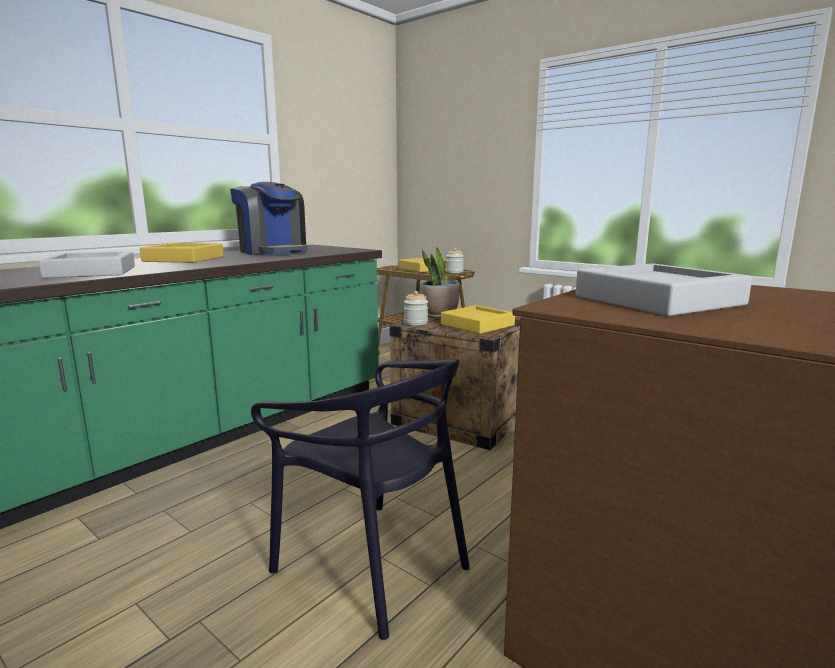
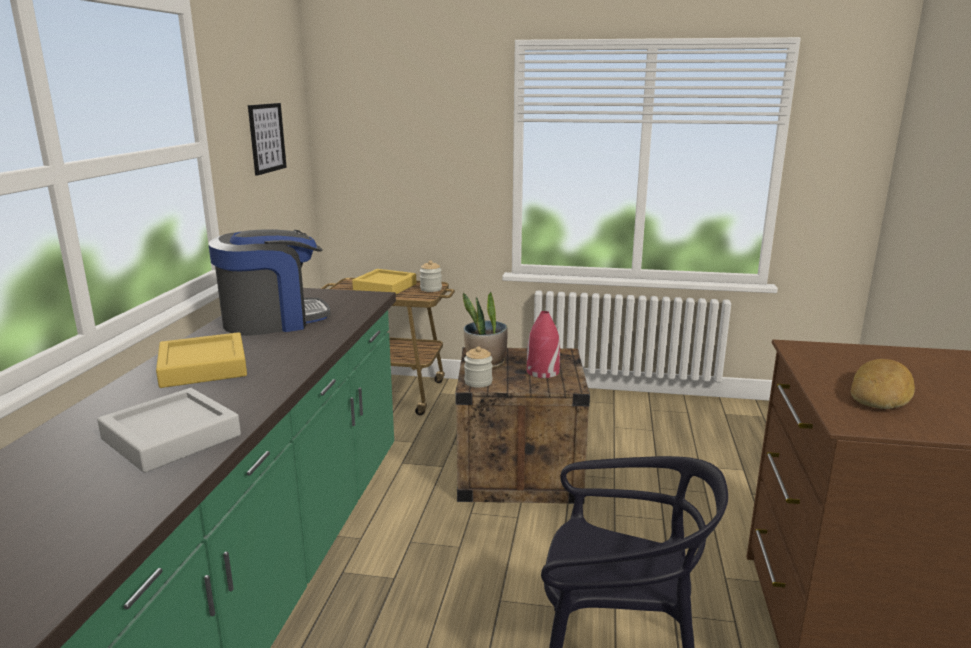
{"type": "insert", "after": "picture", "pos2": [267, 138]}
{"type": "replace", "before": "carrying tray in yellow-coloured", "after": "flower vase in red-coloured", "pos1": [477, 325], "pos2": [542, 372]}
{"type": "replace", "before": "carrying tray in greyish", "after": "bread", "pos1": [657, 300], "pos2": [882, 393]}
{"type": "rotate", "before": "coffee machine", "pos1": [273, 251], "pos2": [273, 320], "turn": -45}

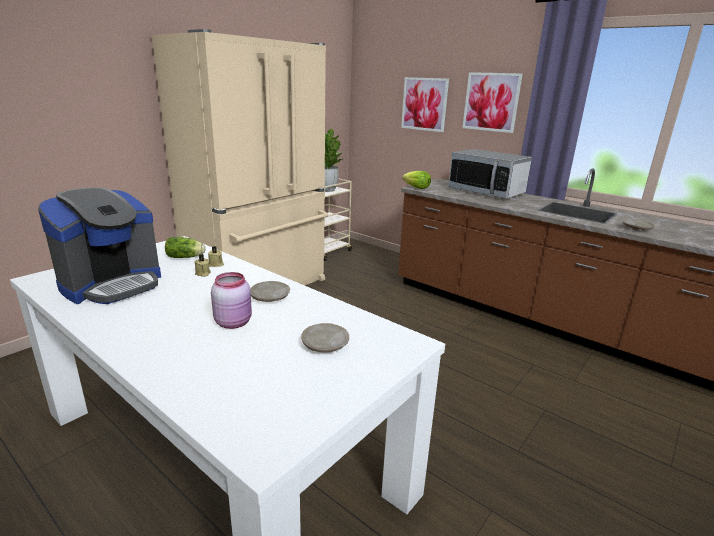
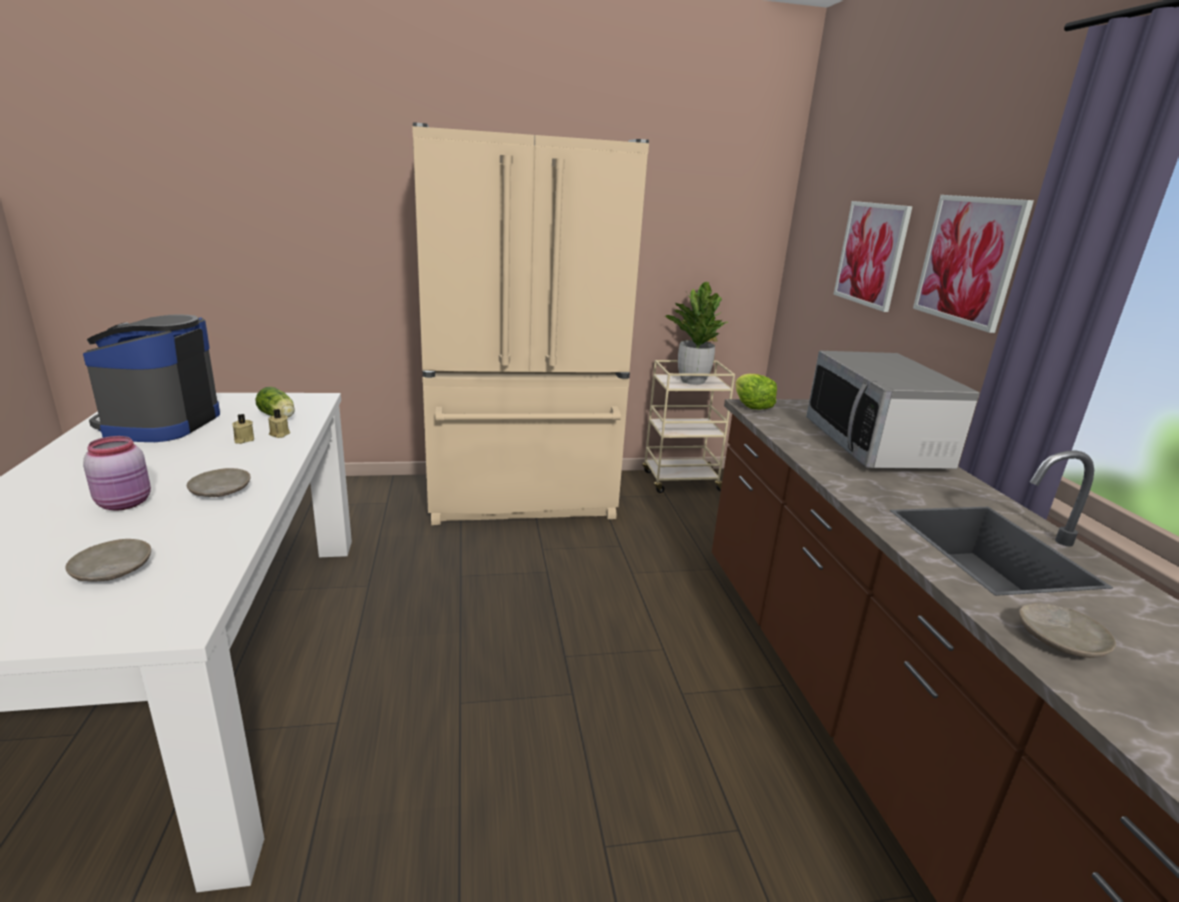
{"type": "rotate", "before": "coffee machine", "pos1": [112, 284], "pos2": [160, 423], "turn": 105}

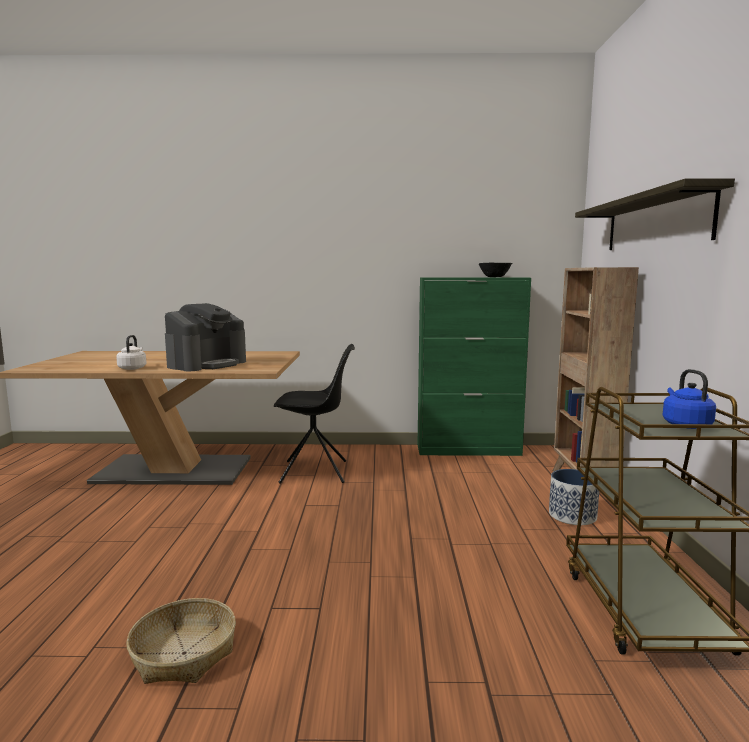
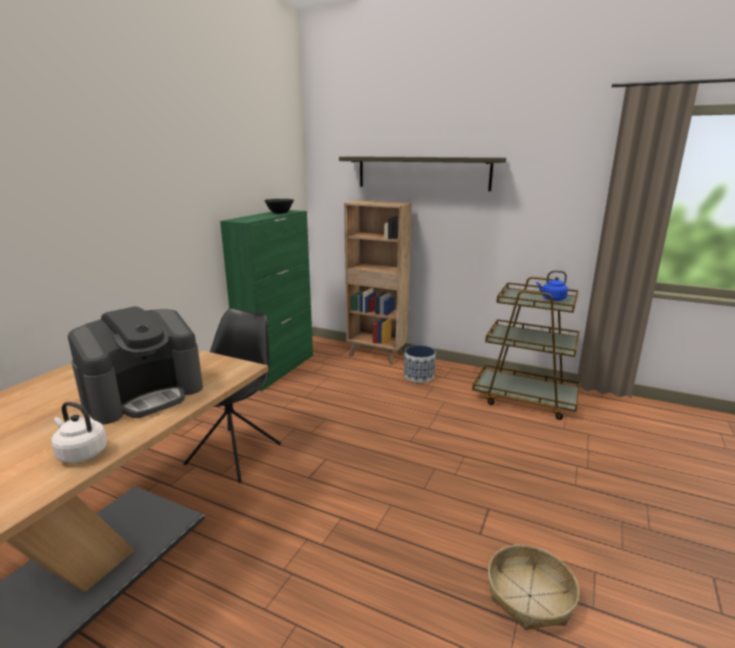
{"type": "rotate", "before": "coffee machine", "pos1": [207, 364], "pos2": [144, 395], "turn": 75}

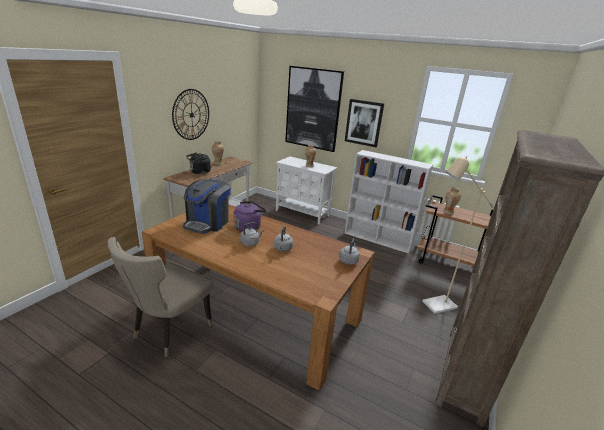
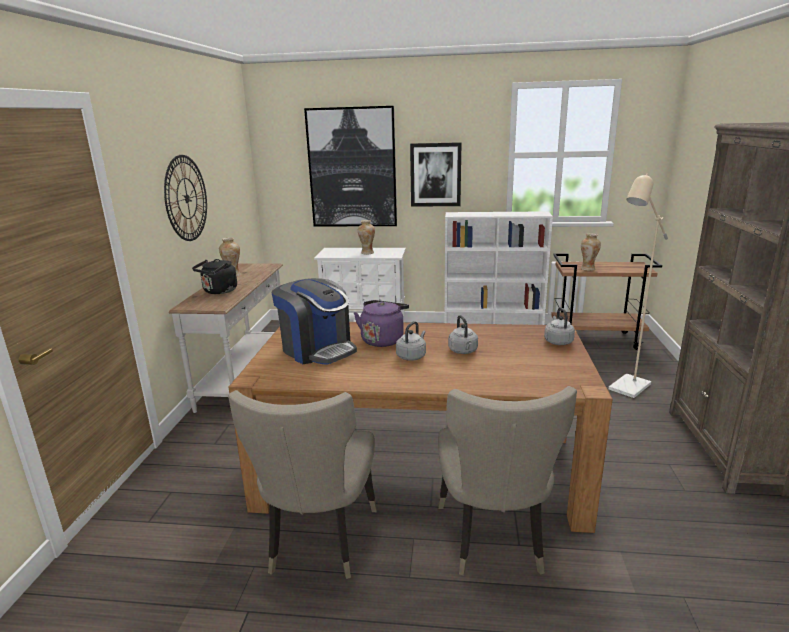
{"type": "insert", "after": "plain chair in beige", "pos2": [493, 540]}
{"type": "rotate", "before": "coffee machine", "pos1": [207, 223], "pos2": [317, 349], "turn": -45}

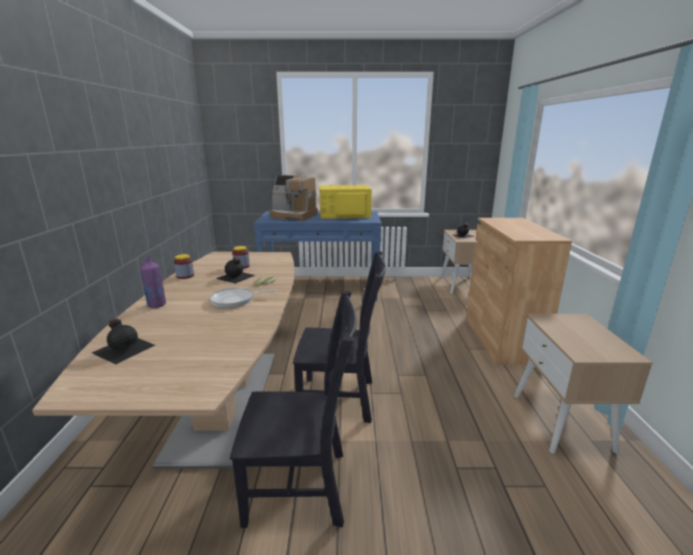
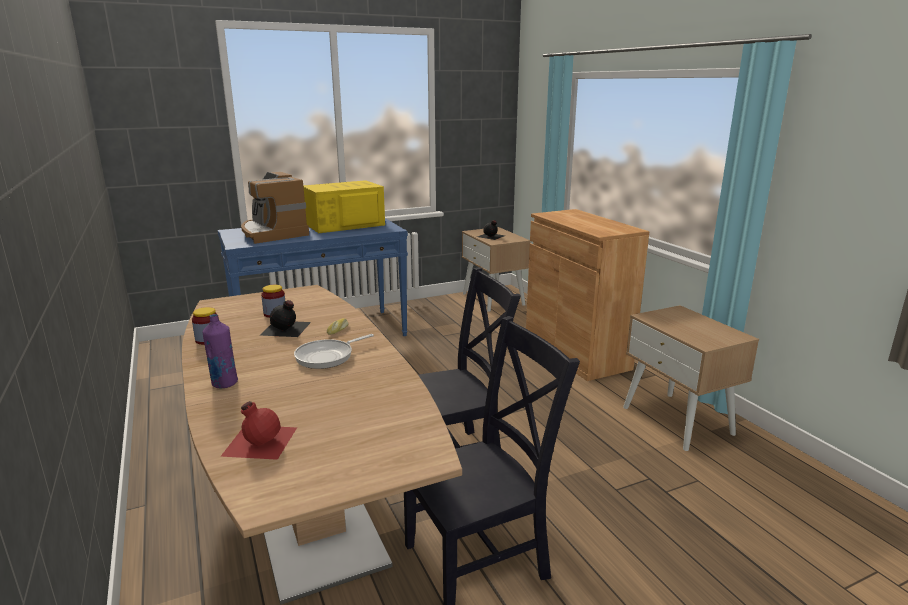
{"type": "recolor", "before": "drink bottle in black", "after": "drink bottle in red-coloured", "pos1": [124, 348], "pos2": [259, 440]}
{"type": "rotate", "before": "coffee machine", "pos1": [293, 216], "pos2": [272, 233], "turn": 60}

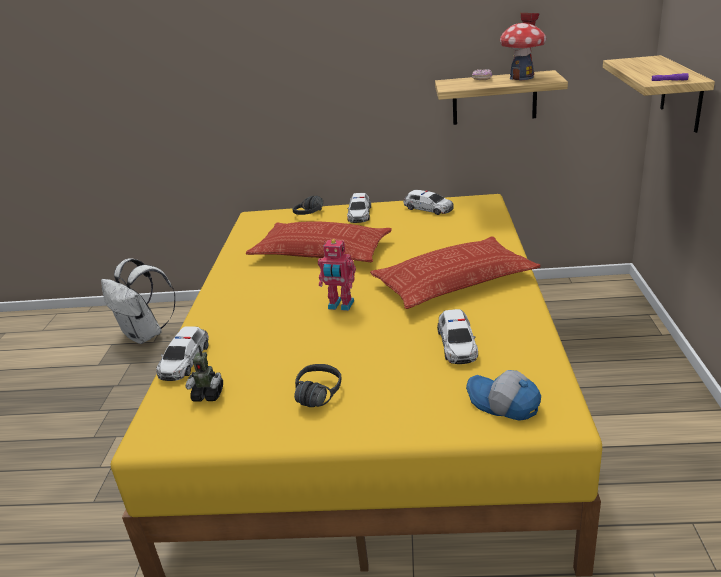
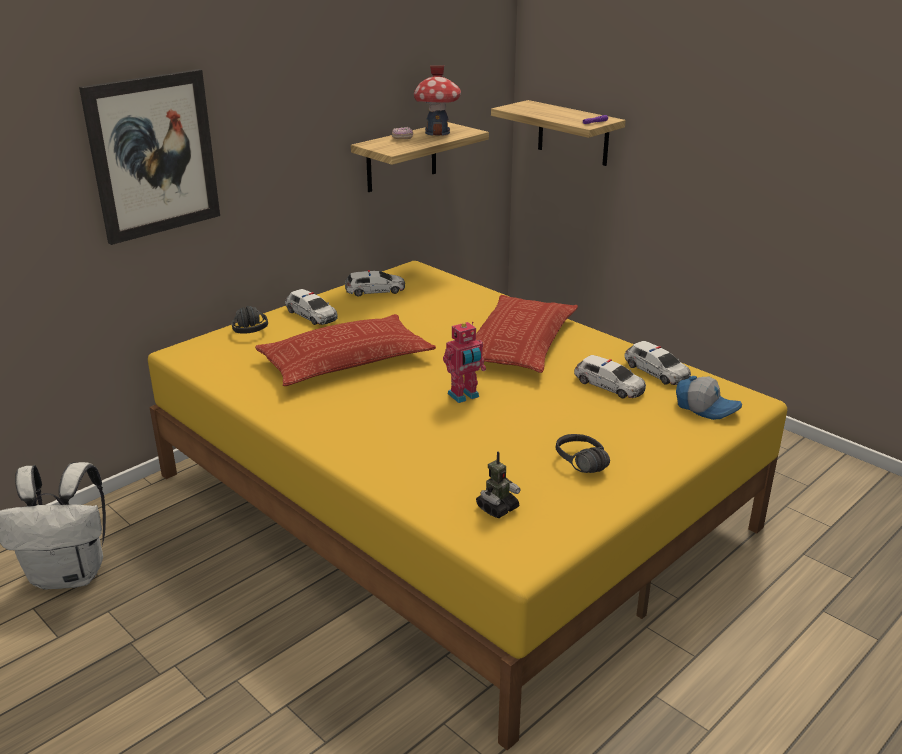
{"type": "insert", "after": "picture", "pos2": [153, 155]}
{"type": "move", "before": "miniature car", "pos1": [184, 361], "pos2": [657, 371]}
{"type": "rotate", "before": "baseball cap", "pos1": [503, 404], "pos2": [706, 408], "turn": -135}

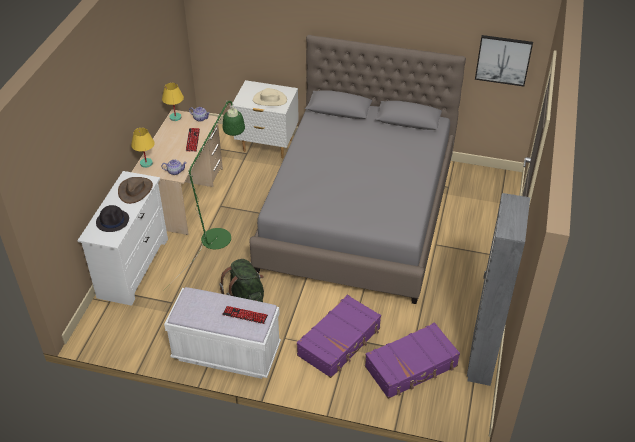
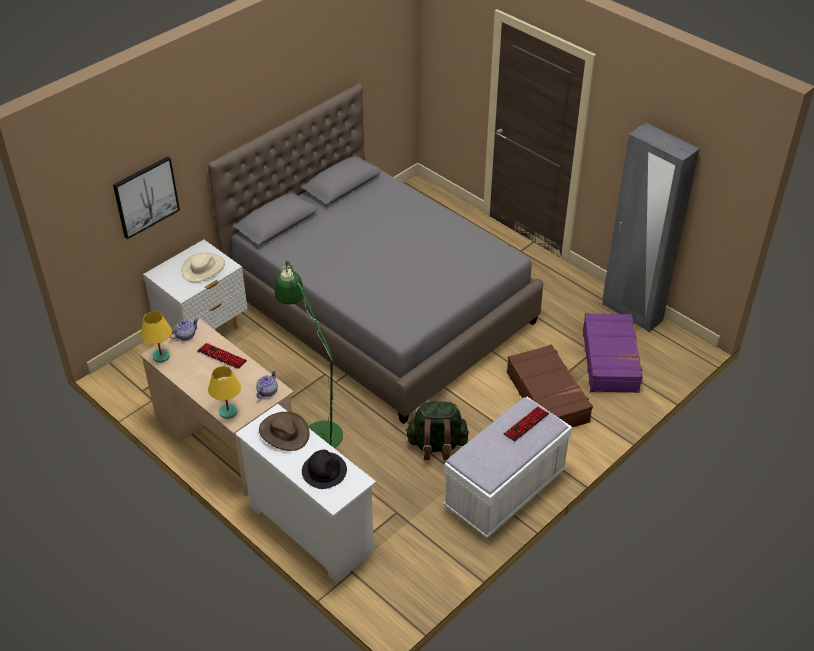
{"type": "move", "before": "picture", "pos1": [503, 60], "pos2": [146, 196]}
{"type": "recolor", "before": "travel case in purplish", "after": "travel case in brown-coloured", "pos1": [339, 342], "pos2": [548, 397]}

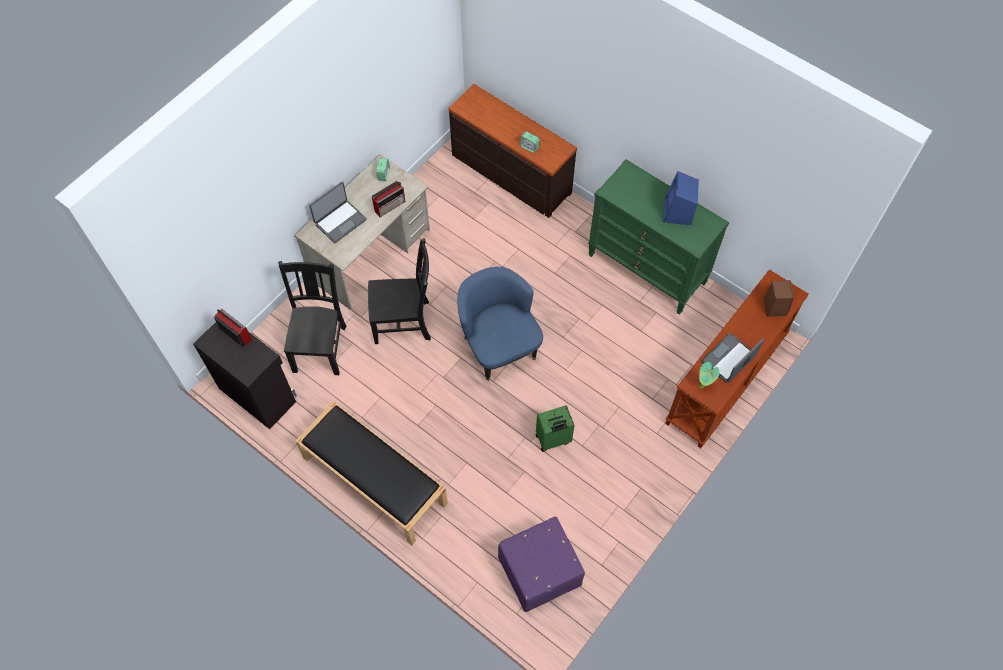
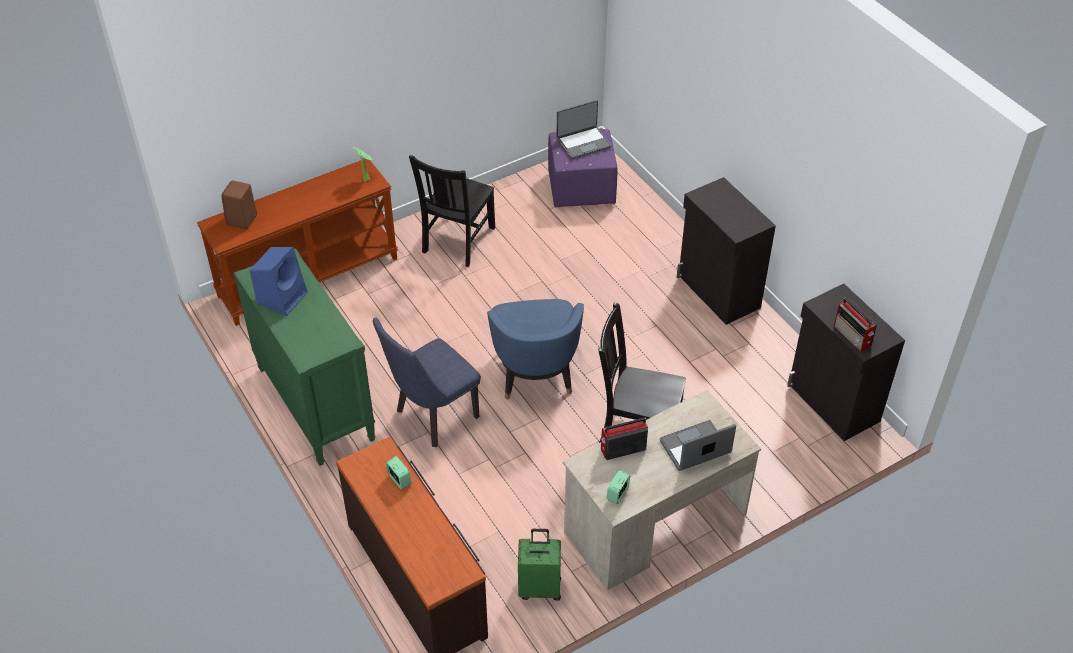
{"type": "insert", "after": "plain chair in blue-coloured", "pos2": [432, 418]}
{"type": "move", "before": "plain chair in black", "pos1": [320, 346], "pos2": [457, 241]}
{"type": "move", "before": "travel case in green", "pos1": [553, 440], "pos2": [540, 587]}
{"type": "move", "before": "laptop", "pos1": [729, 359], "pos2": [583, 143]}
{"type": "replace", "before": "bench in black", "after": "storage cabinet in black", "pos1": [373, 480], "pos2": [718, 292]}

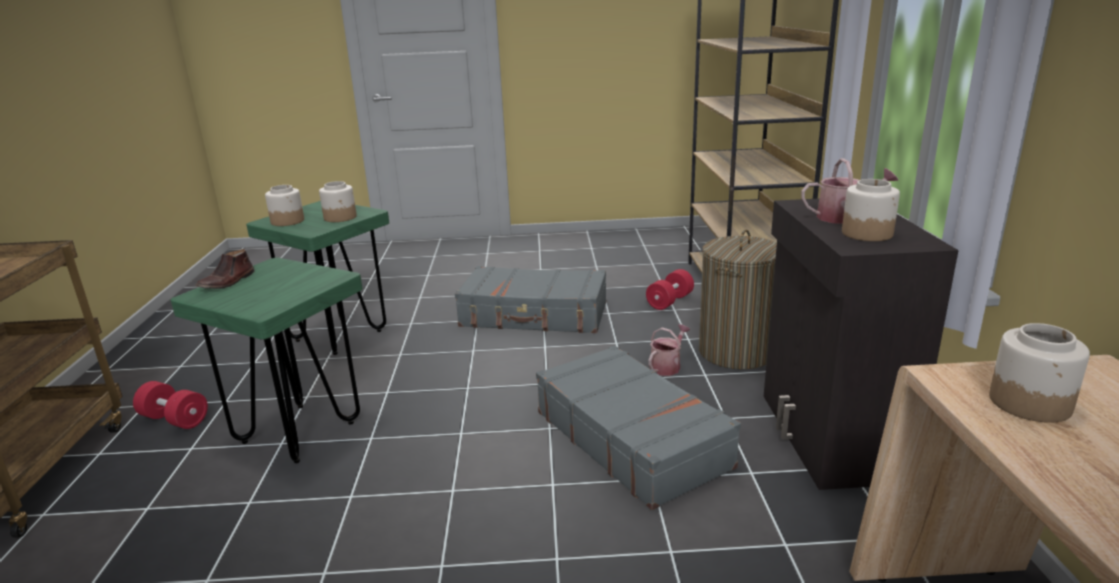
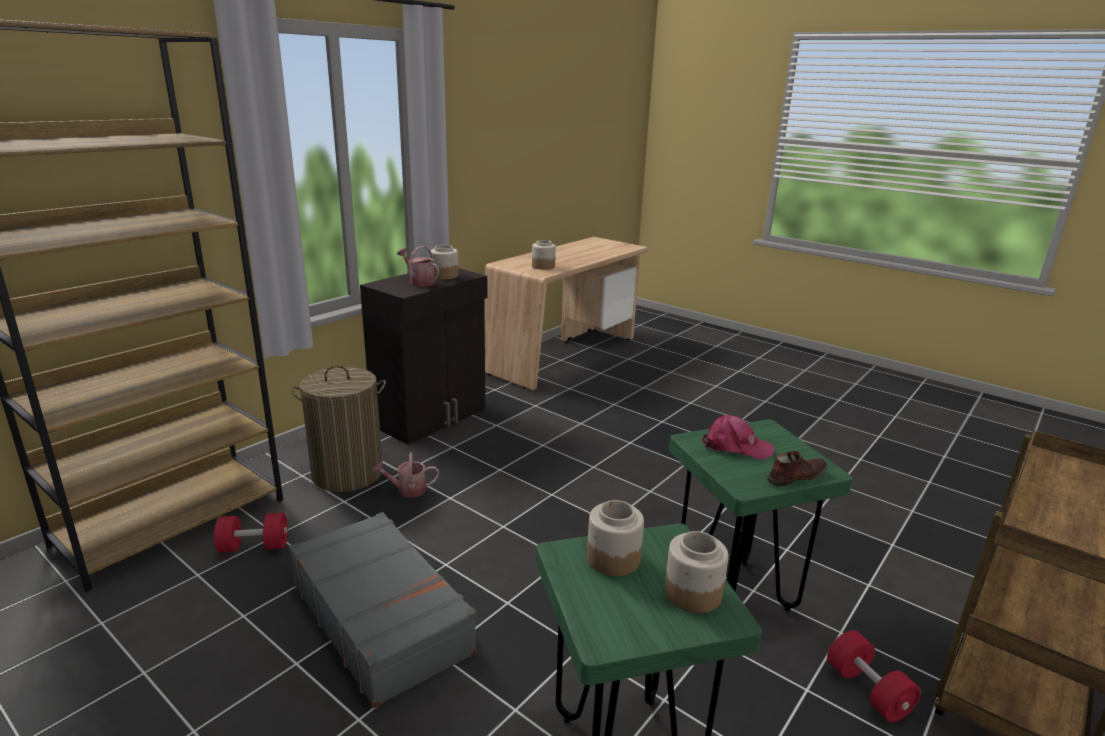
{"type": "delete", "before": "travel case in greyish", "pos1": [632, 438]}
{"type": "insert", "after": "baseball cap in pinkish", "pos2": [736, 446]}

